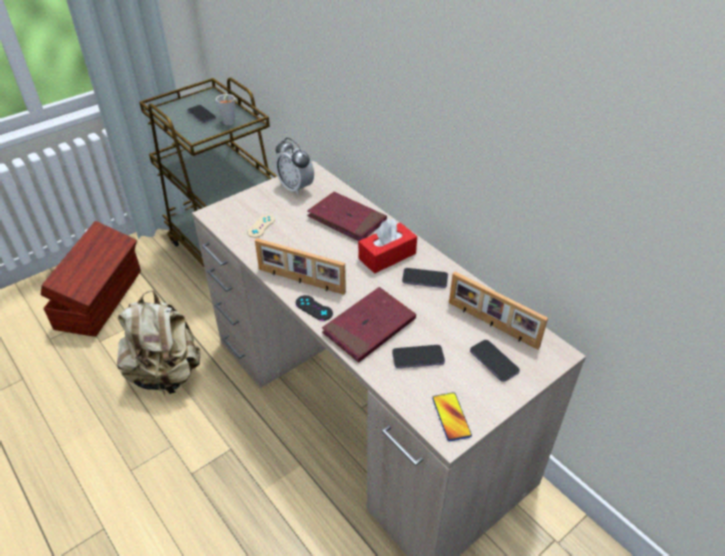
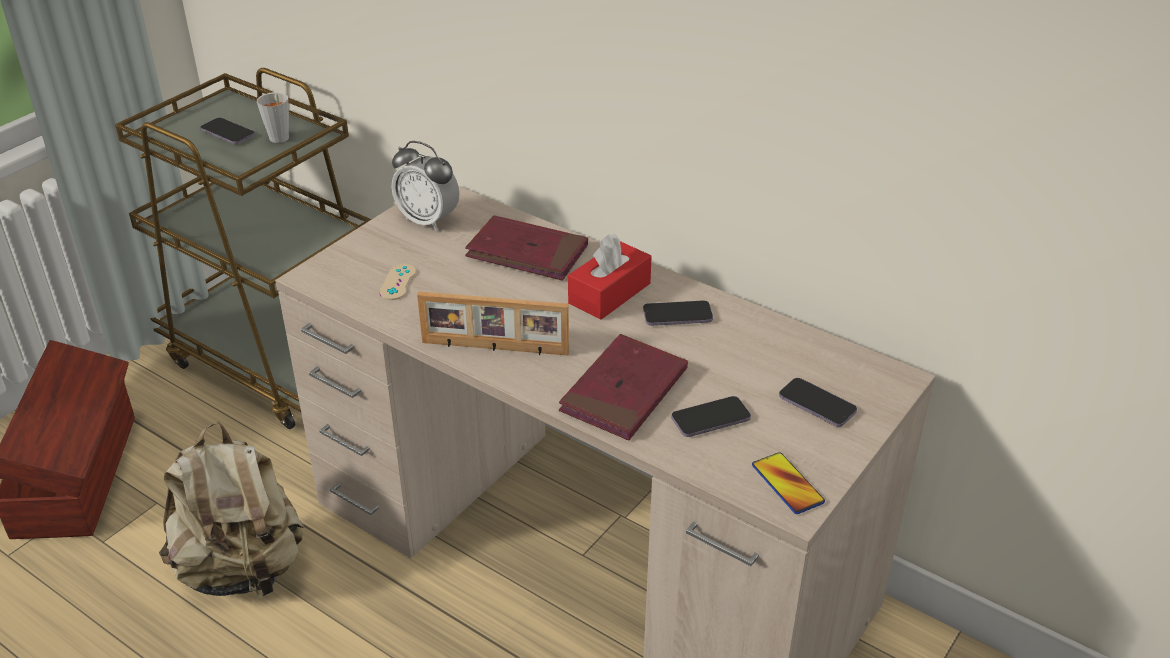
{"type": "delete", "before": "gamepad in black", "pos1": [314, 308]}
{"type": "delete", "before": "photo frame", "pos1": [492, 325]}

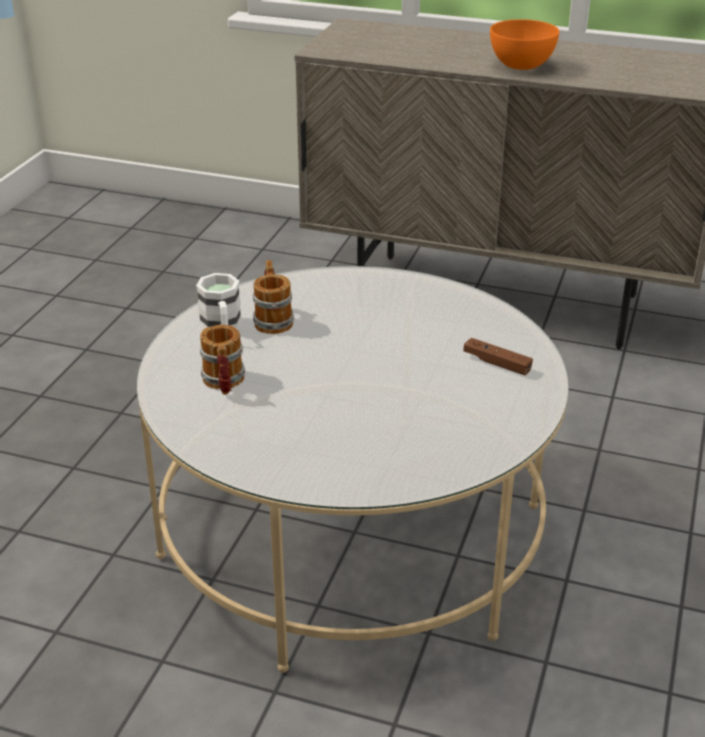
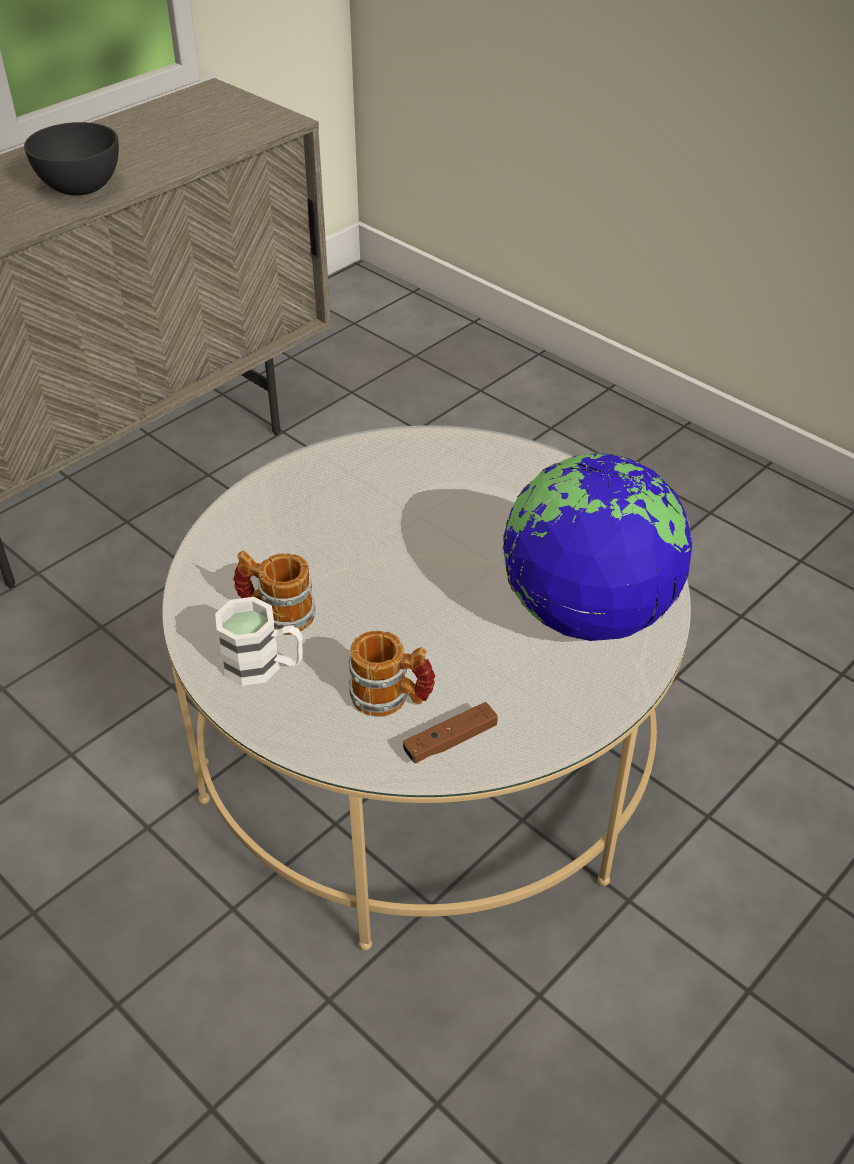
{"type": "insert", "after": "globe", "pos2": [587, 613]}
{"type": "move", "before": "gamepad in brown-coloured", "pos1": [497, 363], "pos2": [450, 741]}
{"type": "recolor", "before": "bowl in orange-coloured", "after": "bowl in greyish", "pos1": [521, 65], "pos2": [80, 188]}

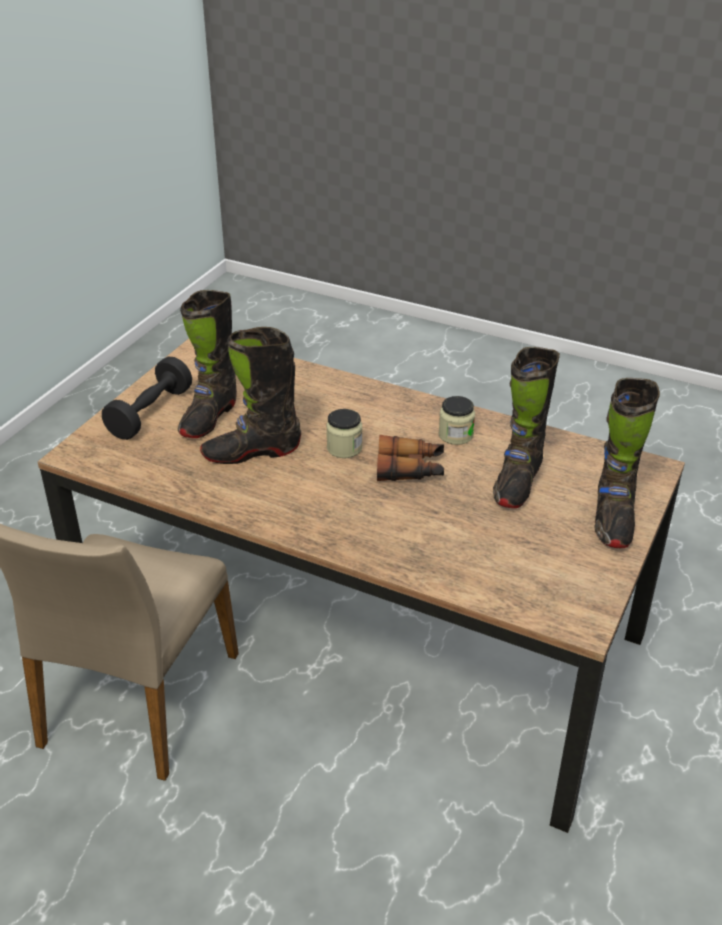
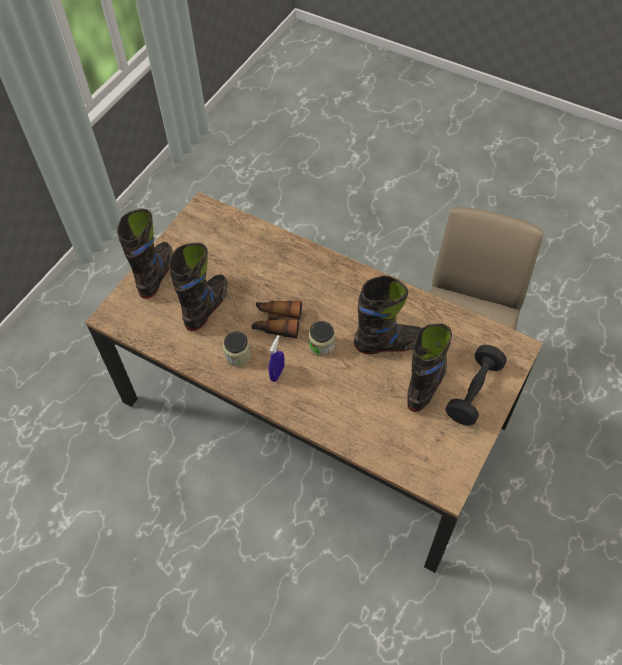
{"type": "insert", "after": "hand sprayer in blue-coloured", "pos2": [277, 373]}

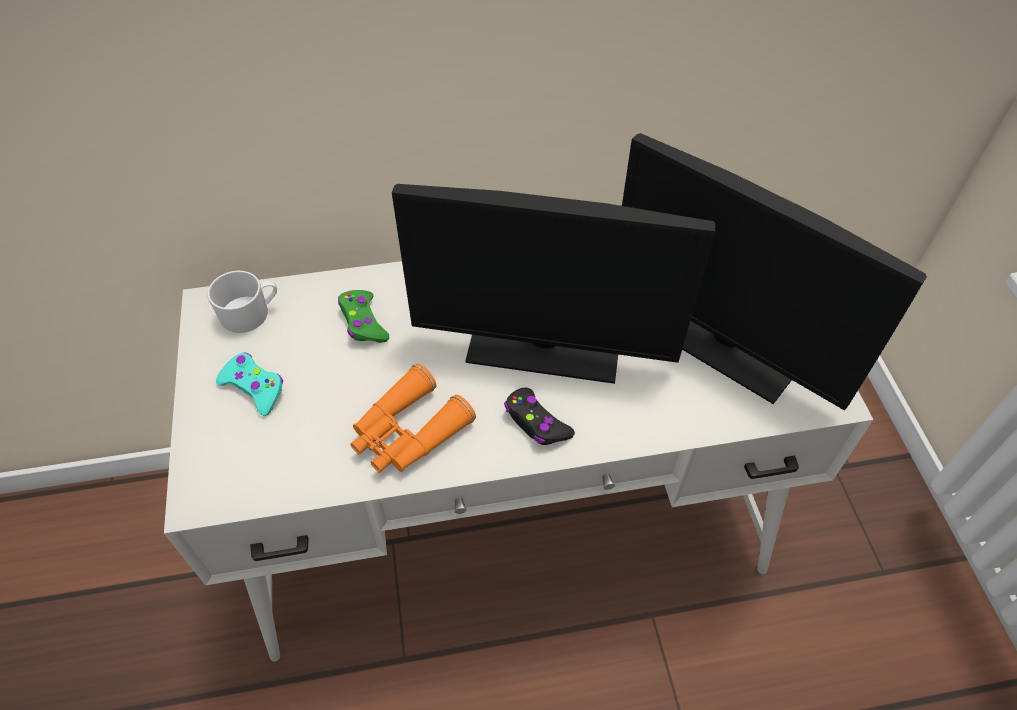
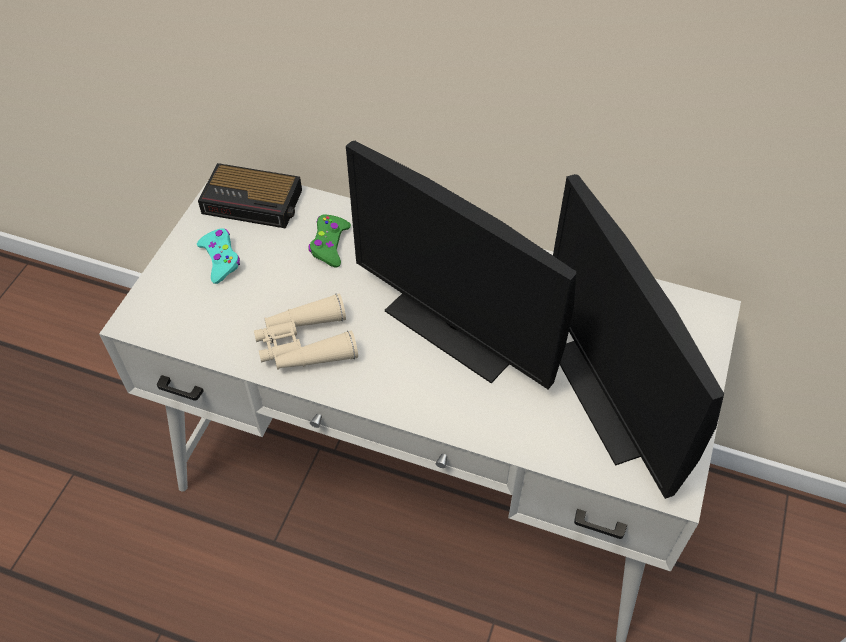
{"type": "delete", "before": "gamepad in black", "pos1": [536, 423]}
{"type": "replace", "before": "tea mug in white", "after": "table clock", "pos1": [251, 313], "pos2": [254, 202]}
{"type": "recolor", "before": "field glasses in orange-coloured", "after": "field glasses in beige", "pos1": [408, 433], "pos2": [305, 344]}

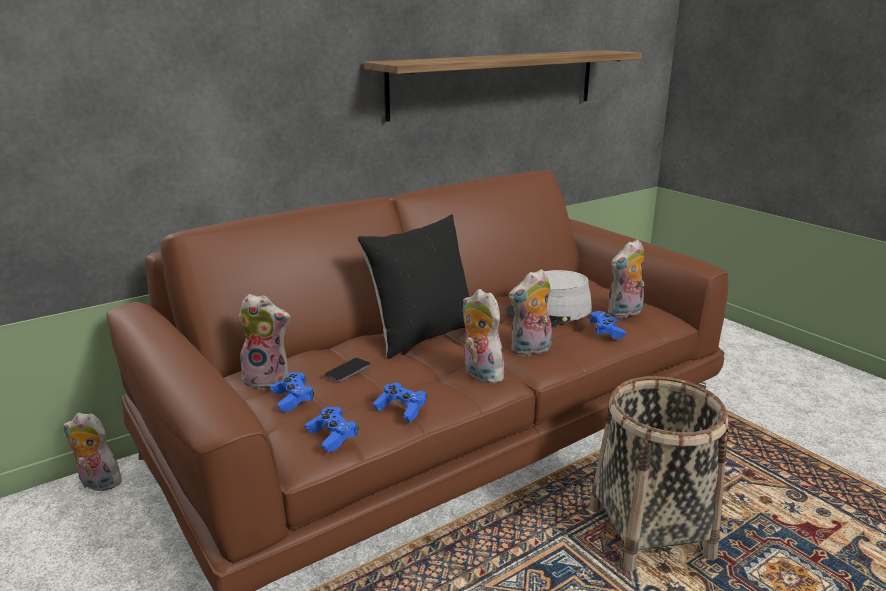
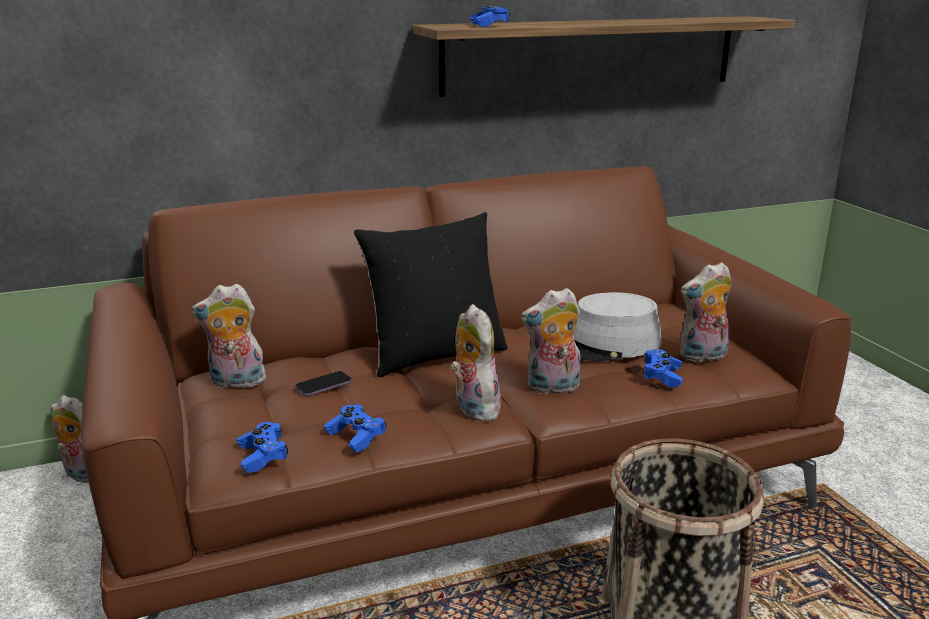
{"type": "move", "before": "gamepad in blue-coloured", "pos1": [292, 399], "pos2": [489, 25]}
{"type": "rotate", "before": "cuddly toy", "pos1": [268, 379], "pos2": [236, 383], "turn": 150}

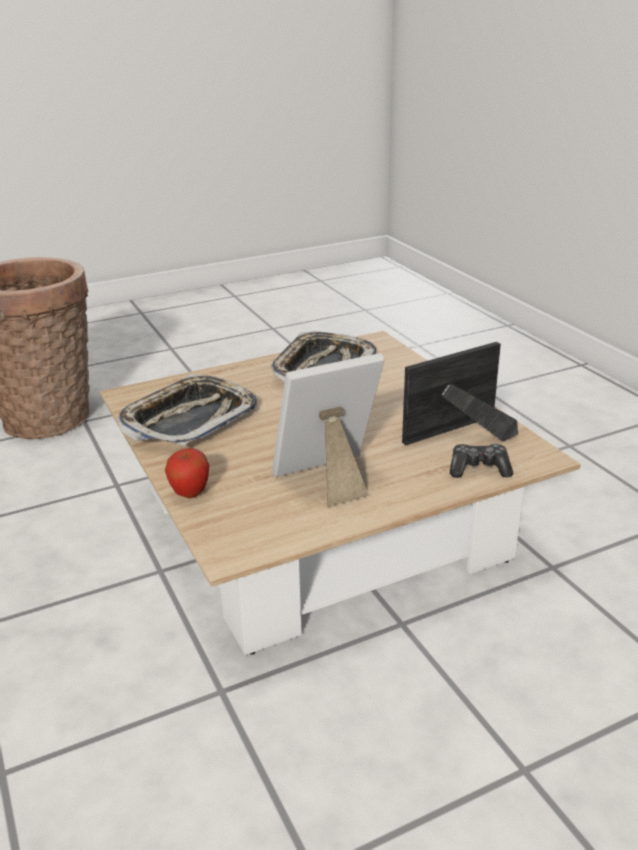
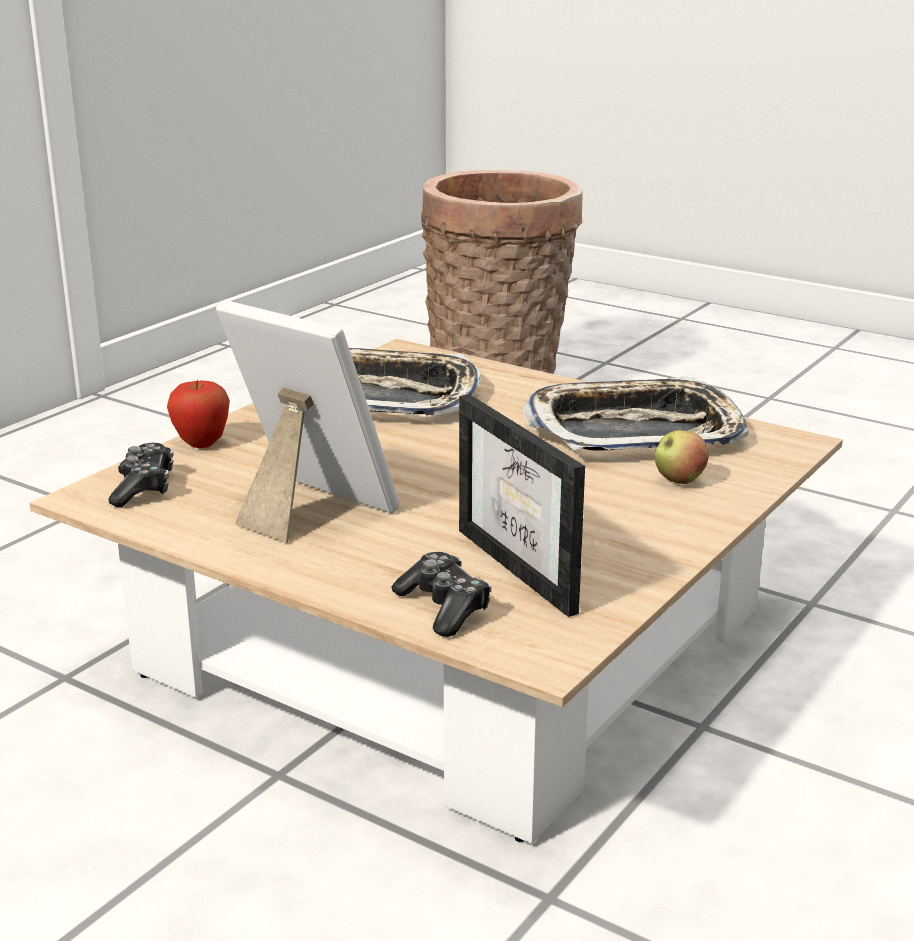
{"type": "insert", "after": "gamepad", "pos2": [143, 488]}
{"type": "insert", "after": "apple", "pos2": [679, 481]}
{"type": "rotate", "before": "photo frame", "pos1": [454, 435], "pos2": [535, 567], "turn": -150}

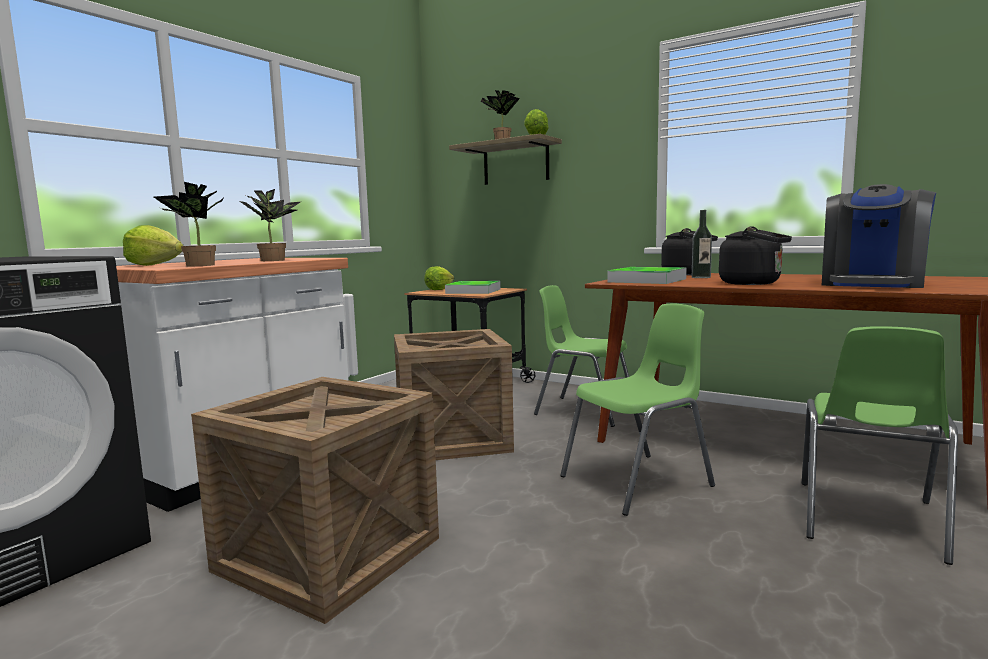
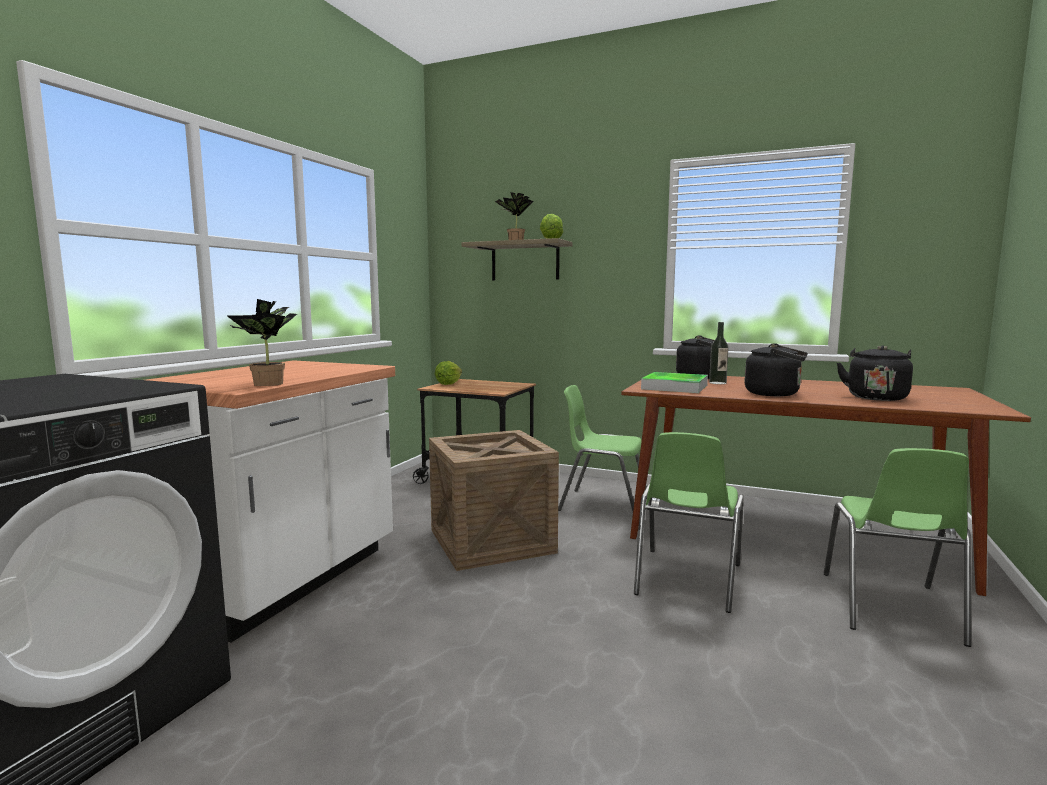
{"type": "delete", "before": "lettuce head", "pos1": [155, 265]}
{"type": "delete", "before": "crate", "pos1": [329, 554]}
{"type": "delete", "before": "houseplant", "pos1": [275, 260]}
{"type": "delete", "before": "carrying tray", "pos1": [473, 291]}
{"type": "replace", "before": "coffee machine", "after": "kettle in black", "pos1": [872, 284], "pos2": [875, 397]}
{"type": "rotate", "before": "plain chair in green", "pos1": [639, 482], "pos2": [686, 580], "turn": 150}

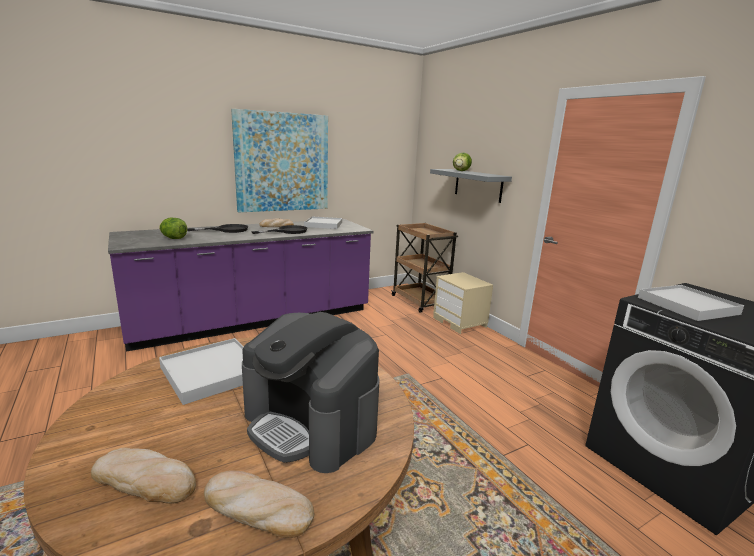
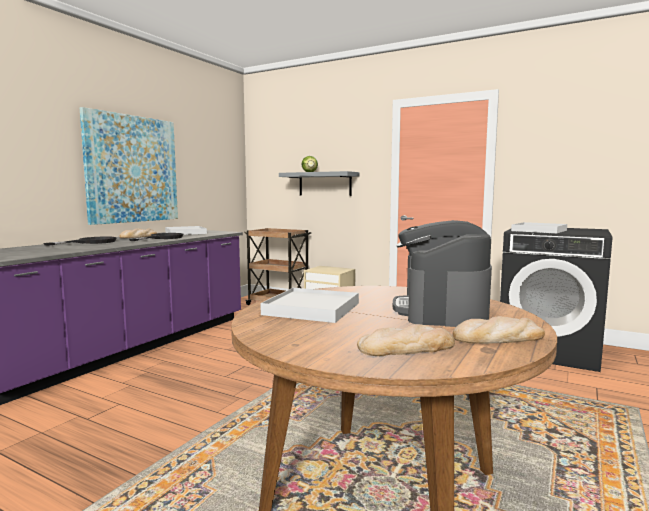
{"type": "delete", "before": "lettuce head", "pos1": [174, 238]}
{"type": "rotate", "before": "coffee machine", "pos1": [311, 423], "pos2": [441, 311], "turn": 90}

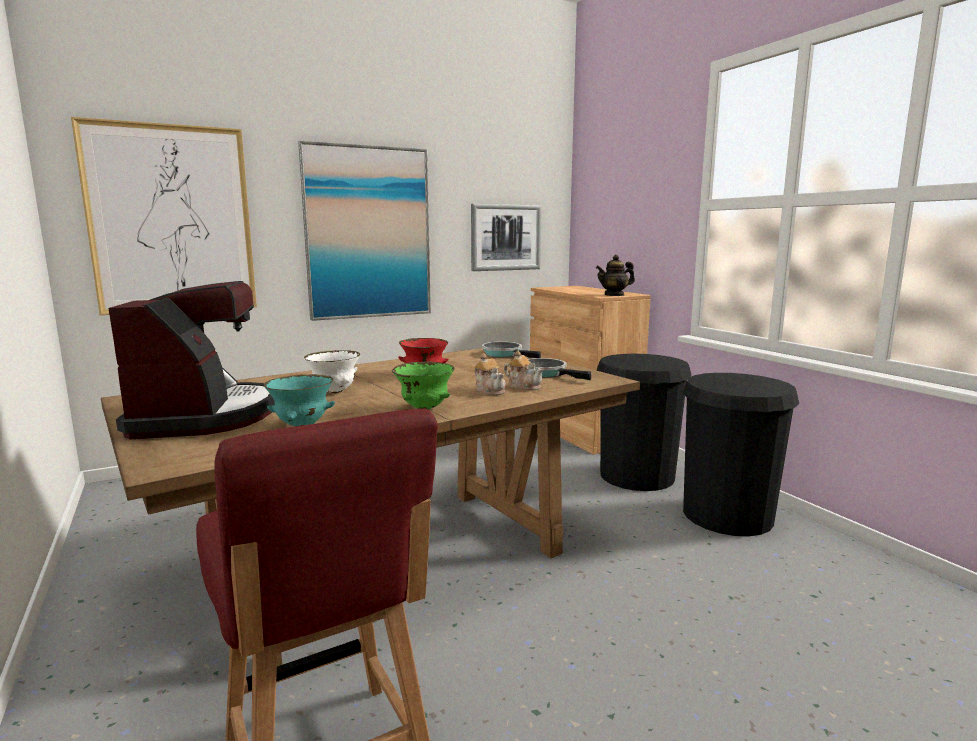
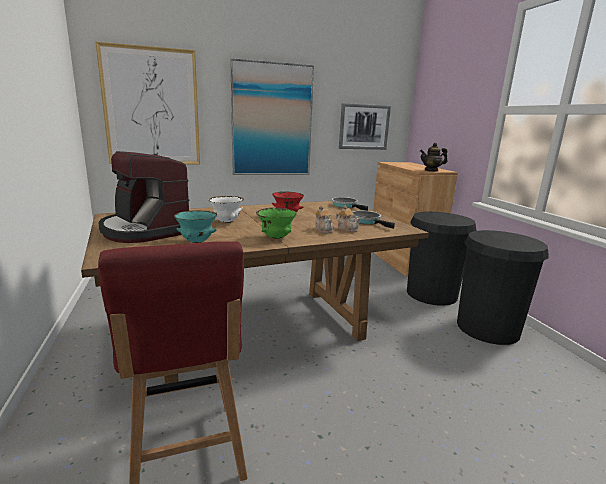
{"type": "rotate", "before": "coffee machine", "pos1": [205, 416], "pos2": [145, 230], "turn": 135}

